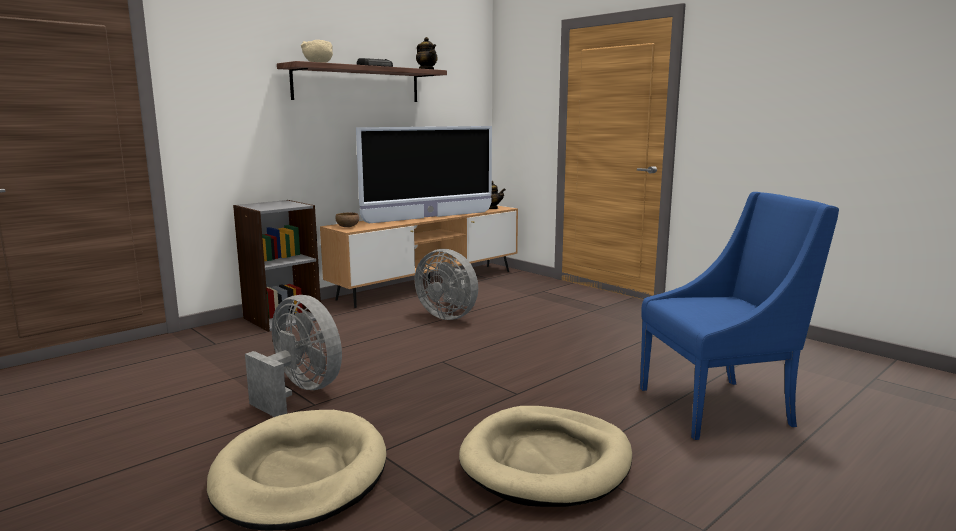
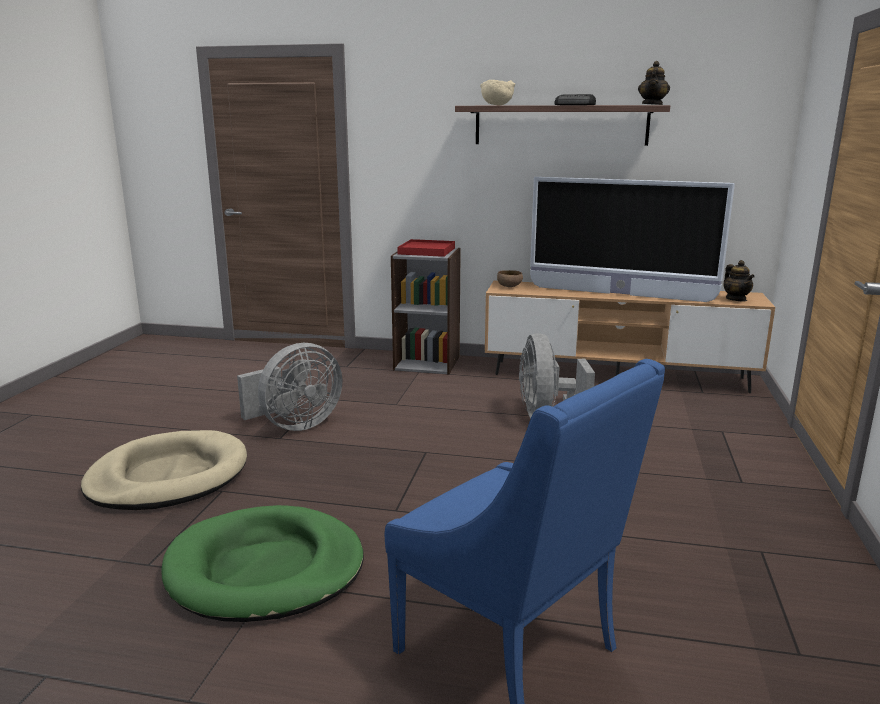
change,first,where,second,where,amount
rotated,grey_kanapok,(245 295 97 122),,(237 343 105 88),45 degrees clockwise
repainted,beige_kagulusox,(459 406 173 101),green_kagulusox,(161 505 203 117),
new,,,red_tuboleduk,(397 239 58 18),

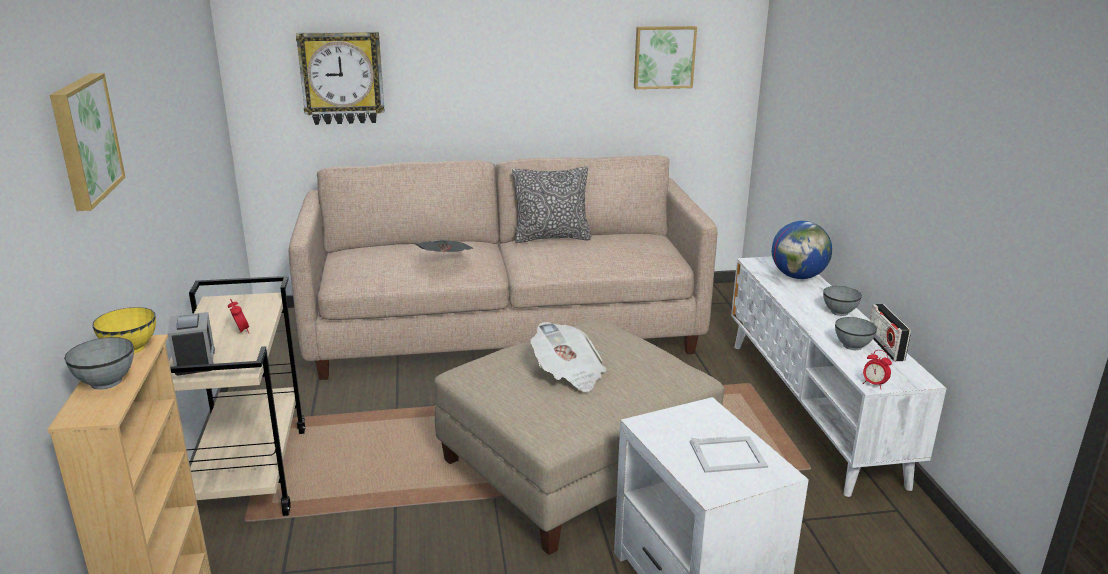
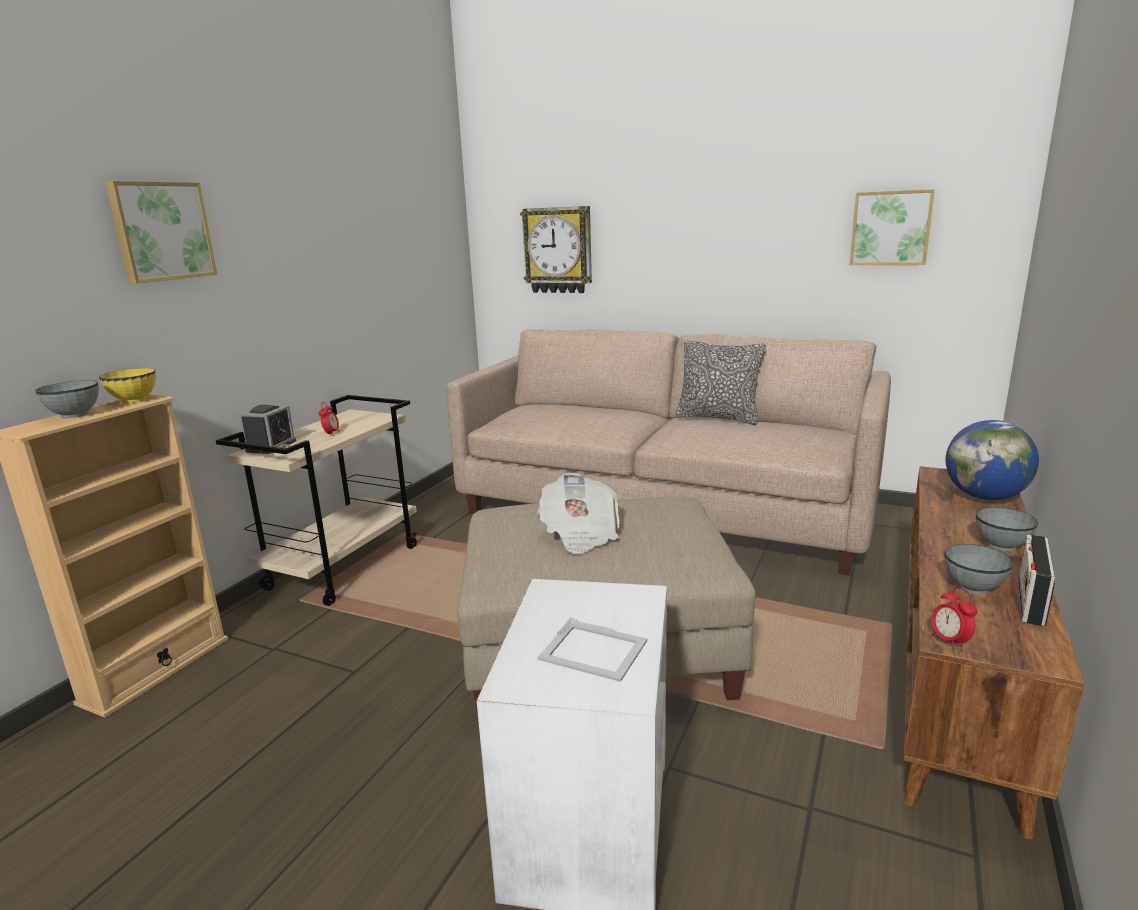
change,first,where,second,where,amount
gone,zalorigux,(415 240 58 12),,,
repainted,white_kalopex,(731 256 216 241),brown_kalopex,(903 466 181 373),

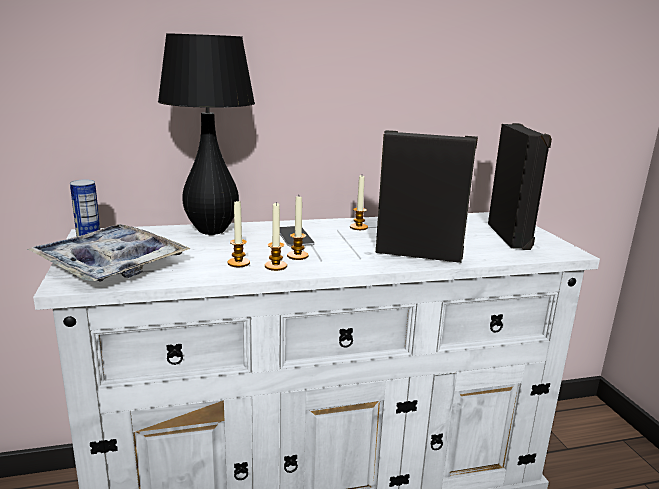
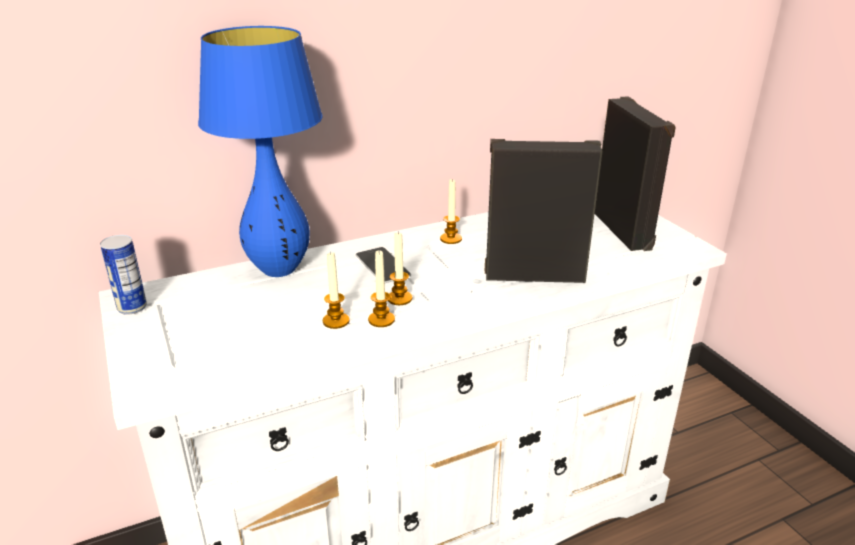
change,first,where,second,where,amount
gone,tuboleduk,(27 224 164 58),,,
repainted,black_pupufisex,(158 33 97 202),blue_pupufisex,(198 26 125 251),

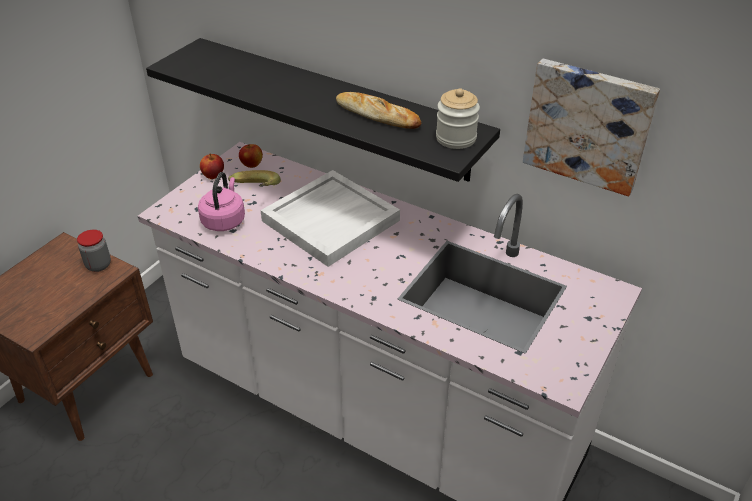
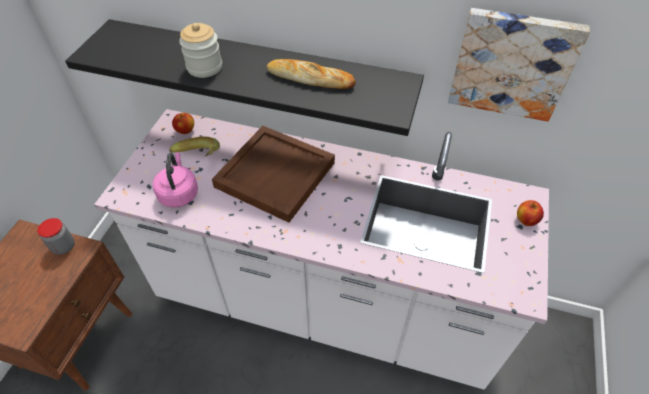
change,first,where,second,where,amount
shifted,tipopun,(200 153 24 26),,(517 200 27 26),
repainted,white_tuboleduk,(260 170 140 97),brown_tuboleduk,(212 126 123 97),
shifted,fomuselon,(436 88 44 61),,(179 23 43 55),

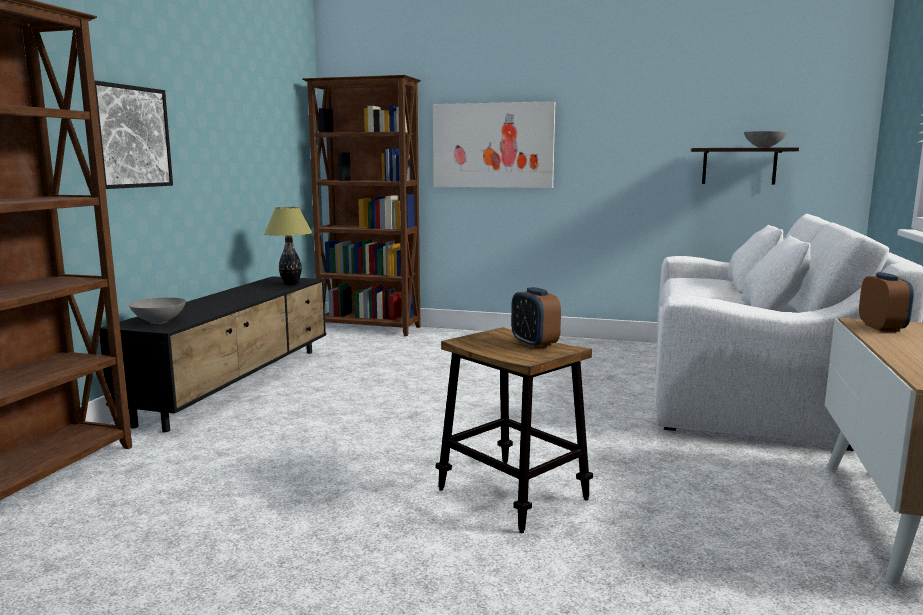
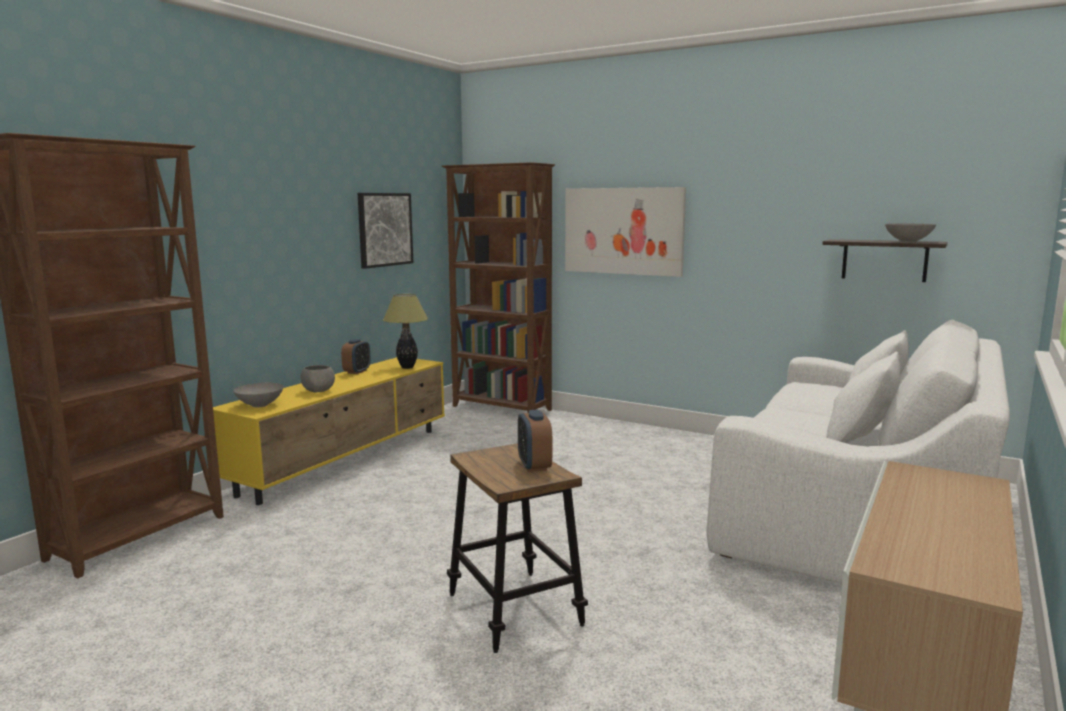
change,first,where,second,where,amount
shifted,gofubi,(94 80 79 109),,(358 193 55 76),
repainted,black_kalopex,(100 276 226 156),yellow_kalopex,(213 357 232 148),
shifted,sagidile,(859 273 55 59),,(341 339 30 35),
new,,,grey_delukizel,(301 365 34 27),

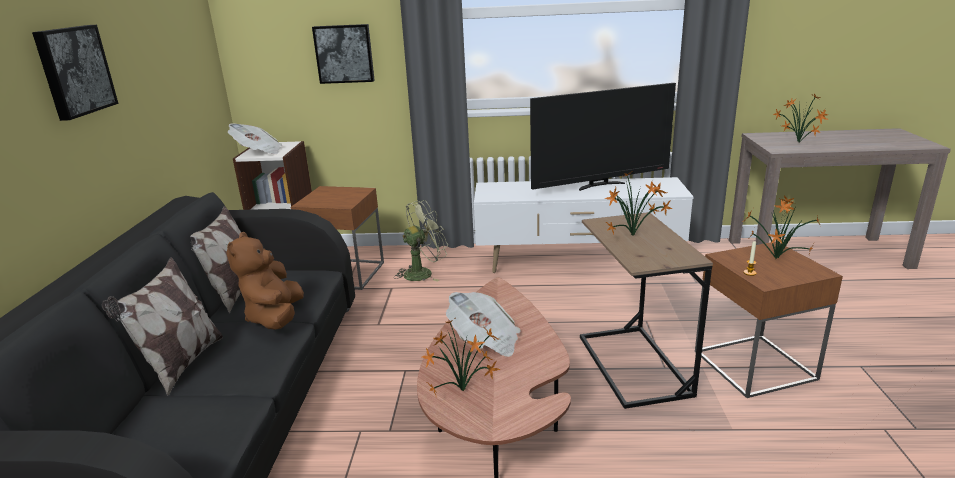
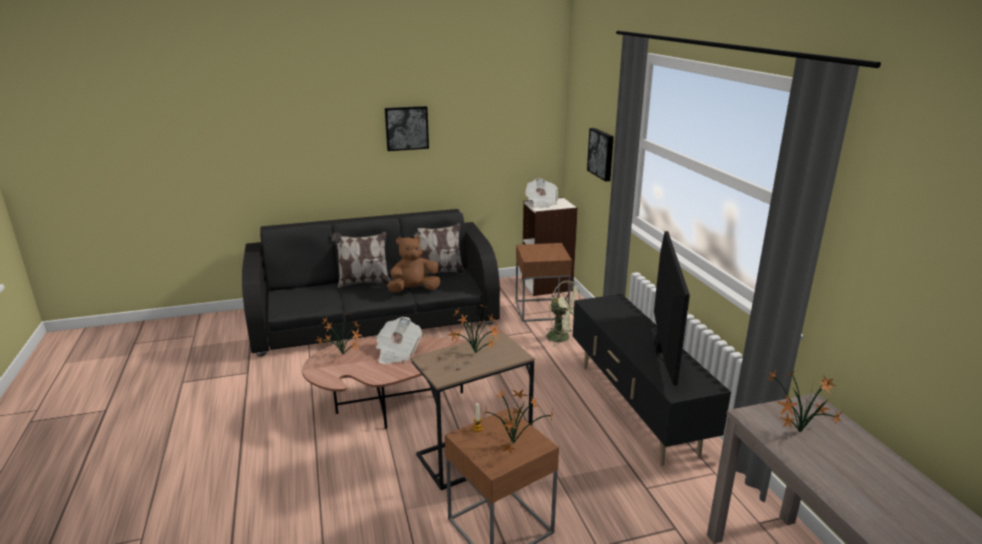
change,first,where,second,where,amount
repainted,white_kalopex,(474 177 220 96),black_kalopex,(573 294 158 172),
rotated,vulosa,(530 83 146 108),,(654 231 36 155),135 degrees counterclockwise

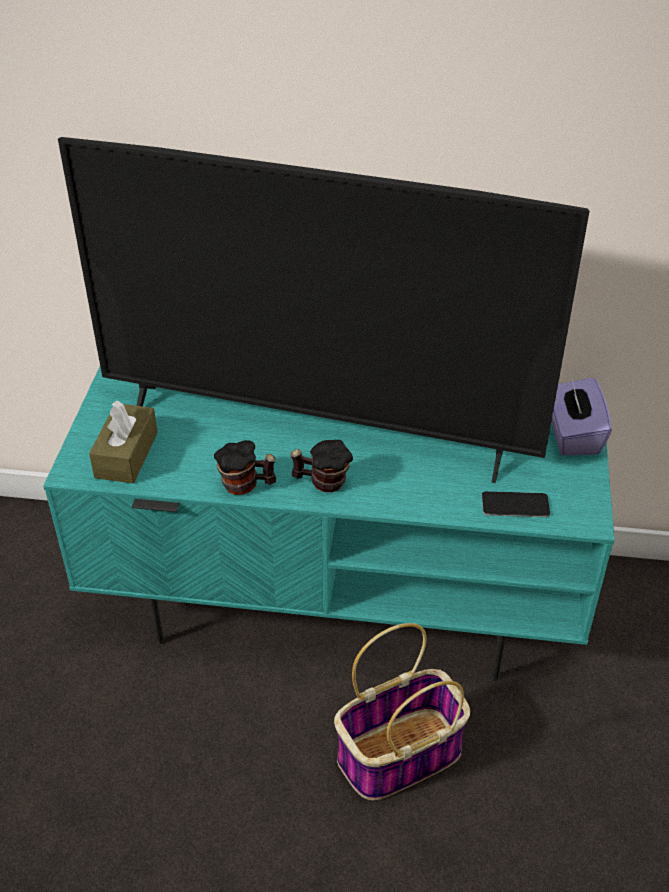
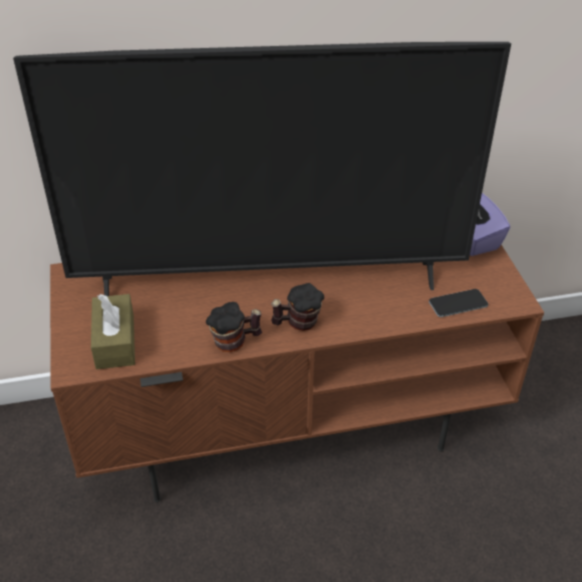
change,first,where,second,where,amount
repainted,turquoise_kalopex,(43 367 571 314),brown_kalopex,(50 245 494 257),
gone,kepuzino,(334 623 136 177),,,

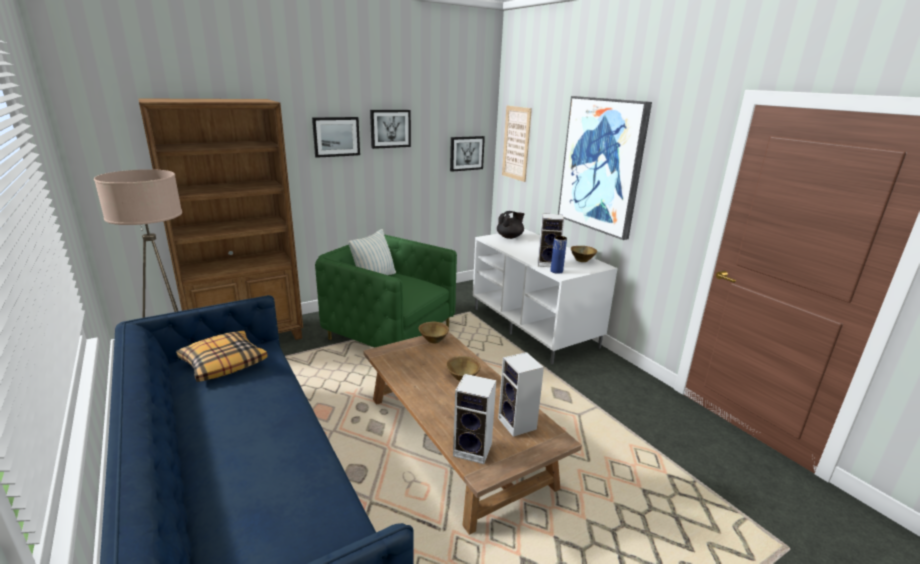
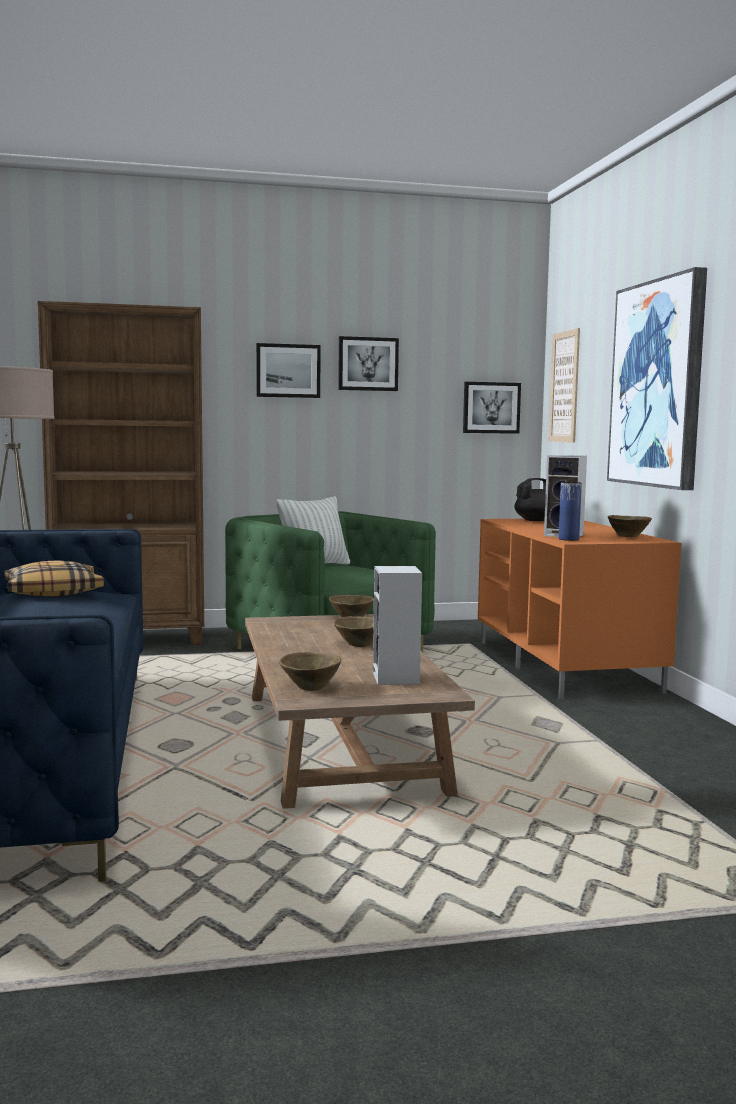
change,first,where,second,where,amount
swapped,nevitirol,(453 374 43 90),brown_delukizel,(279 652 62 39),
repainted,white_kalopex,(473 229 145 135),orange_kalopex,(478 519 203 180),

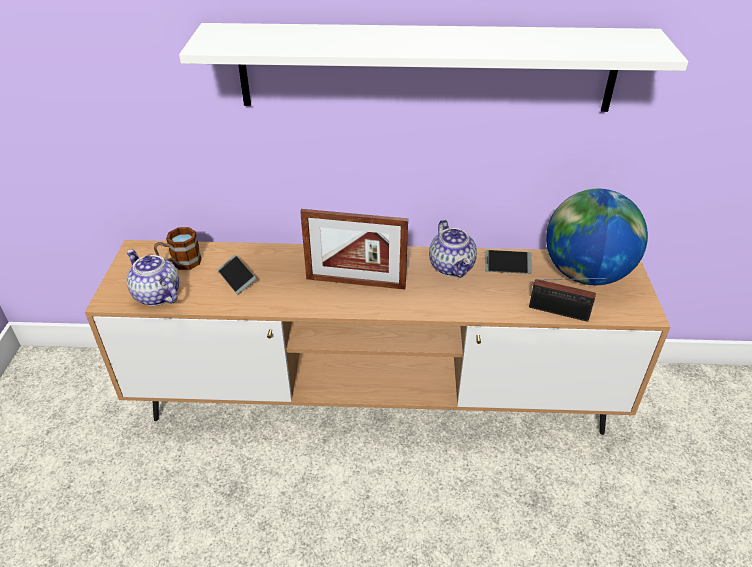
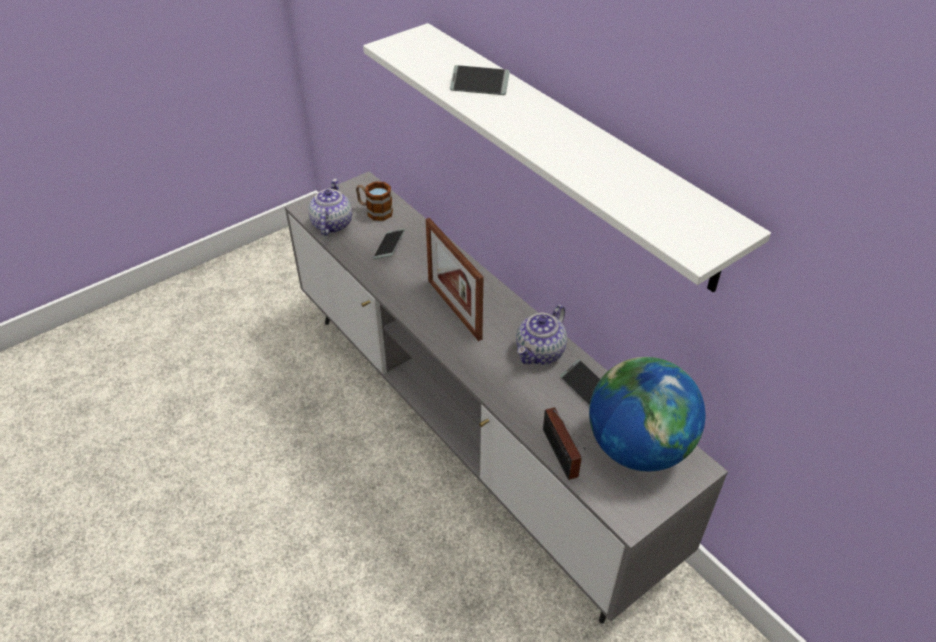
change,first,where,second,where,amount
repainted,brown_kalopex,(85 240 586 195),grey_kalopex,(285 171 443 452),
new,,,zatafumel,(450 65 60 30),

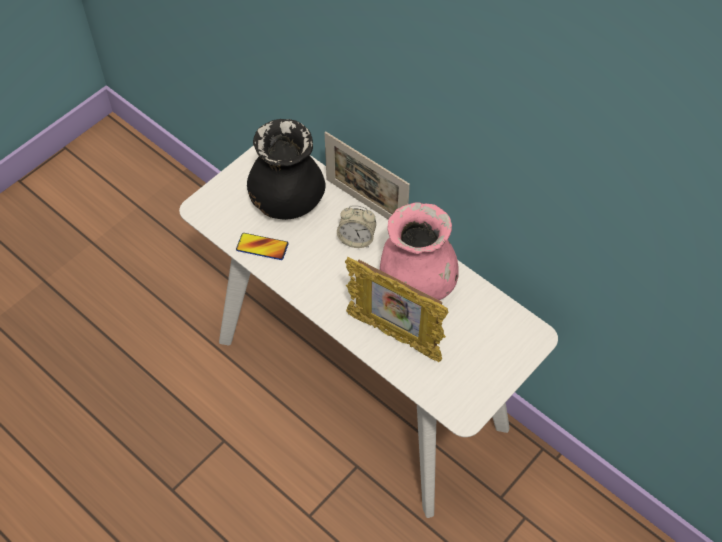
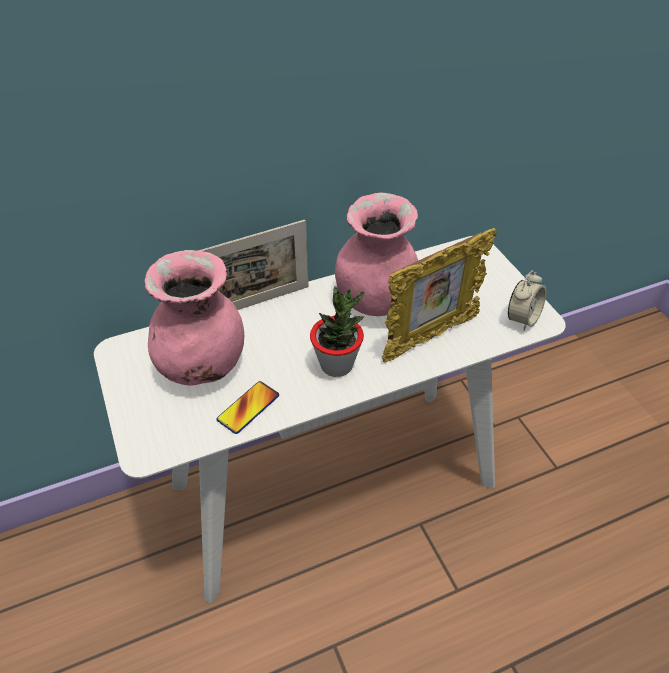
change,first,where,second,where,amount
repainted,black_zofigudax,(247 119 78 101),pink_zofigudax,(145 250 99 136),
shifted,sagidile,(337 206 39 42),,(508 270 38 61),
new,,,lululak,(310 286 54 91),

